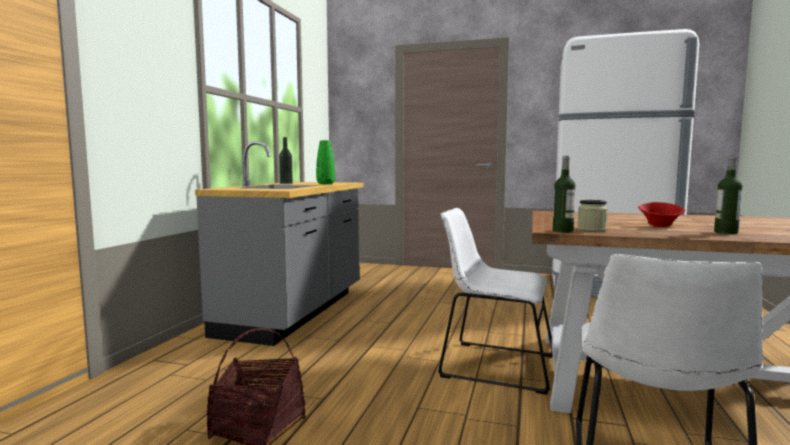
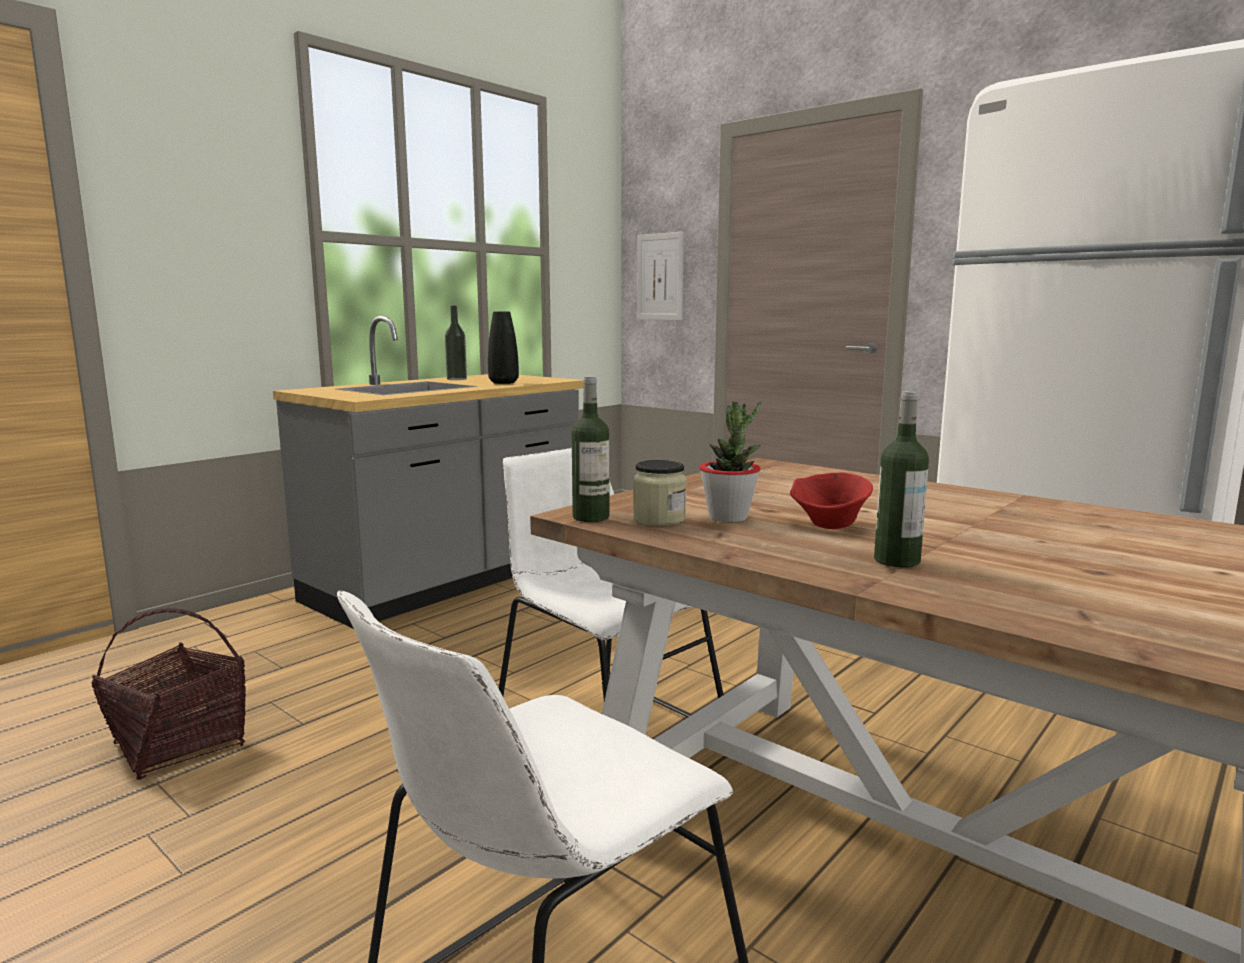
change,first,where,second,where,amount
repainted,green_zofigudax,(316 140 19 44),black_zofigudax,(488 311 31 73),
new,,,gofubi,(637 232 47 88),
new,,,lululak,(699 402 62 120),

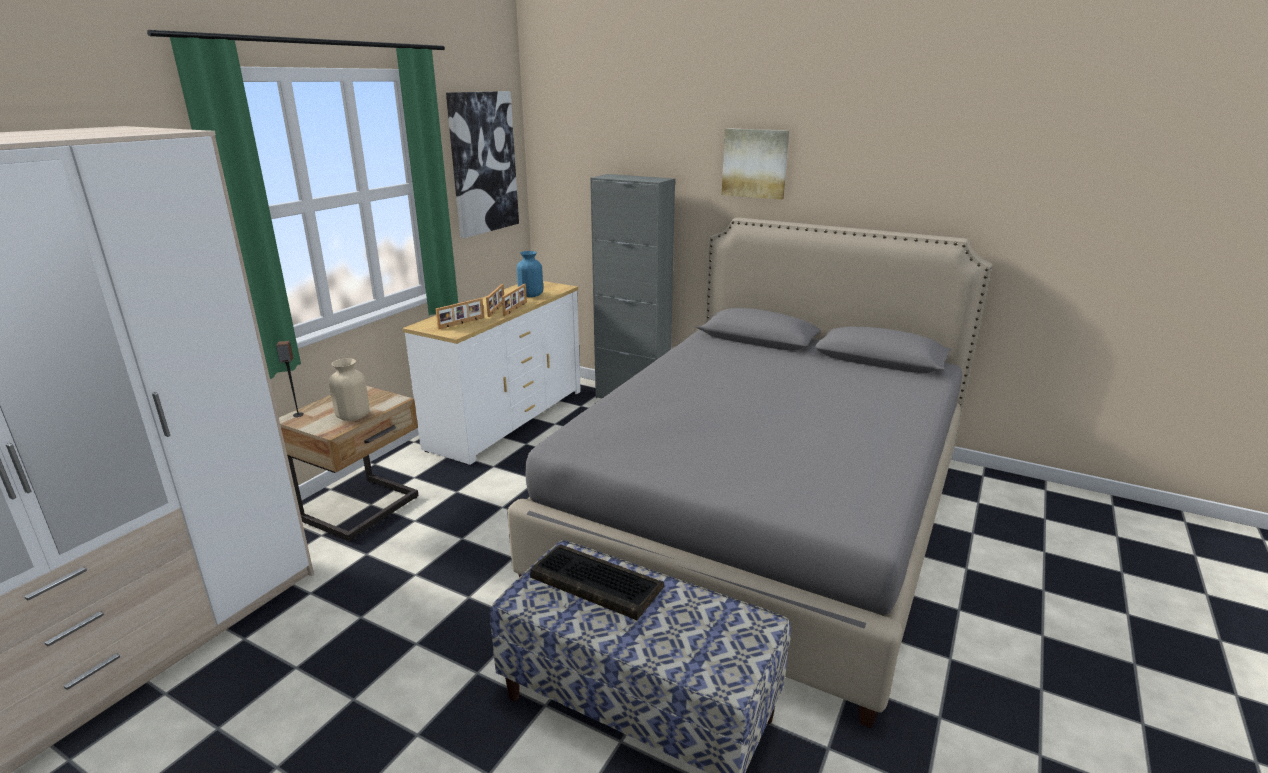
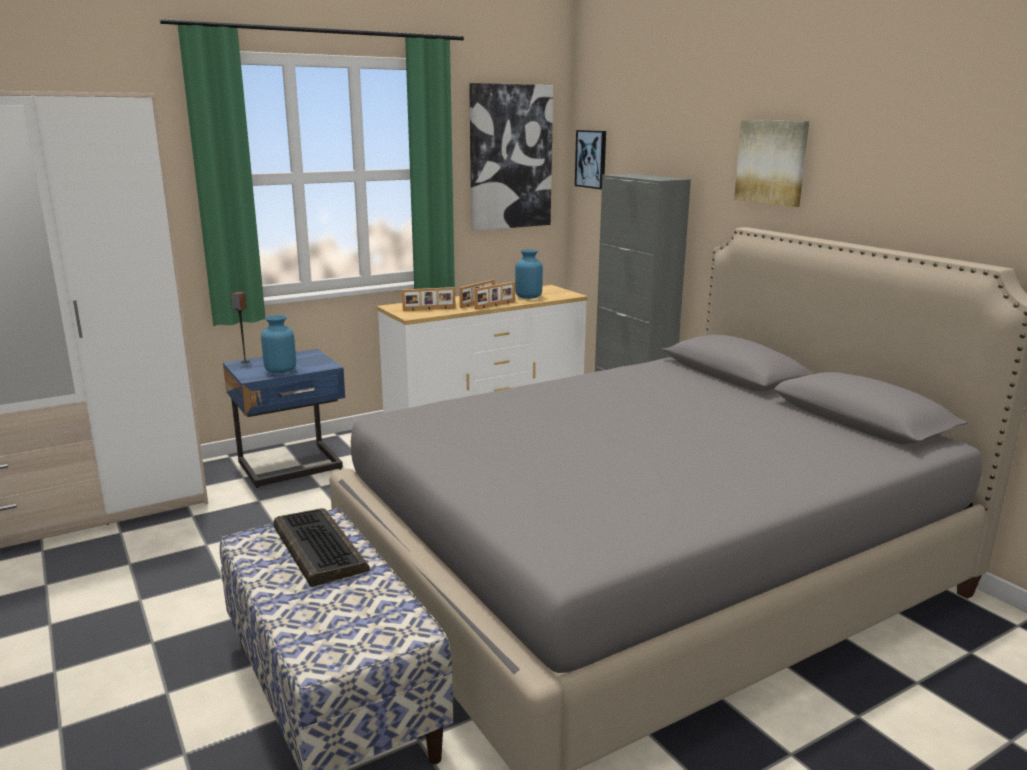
change,first,where,second,where,amount
repainted,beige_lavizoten,(279 386 140 156),blue_lavizoten,(223 349 122 139),
repainted,beige_zofigudax,(329 358 41 63),blue_zofigudax,(261 315 35 58),
new,,,gofubi,(575 130 31 59),

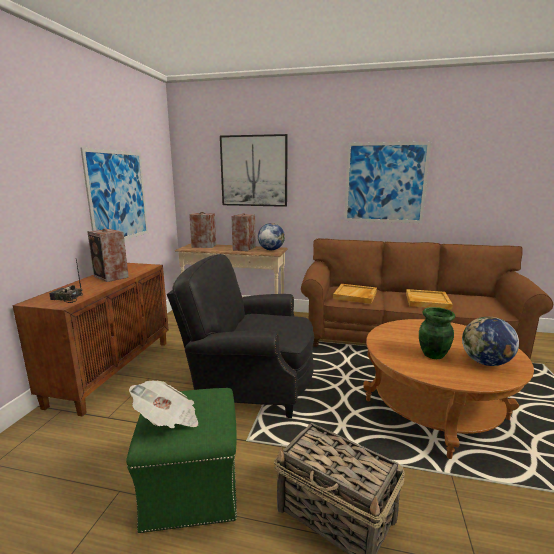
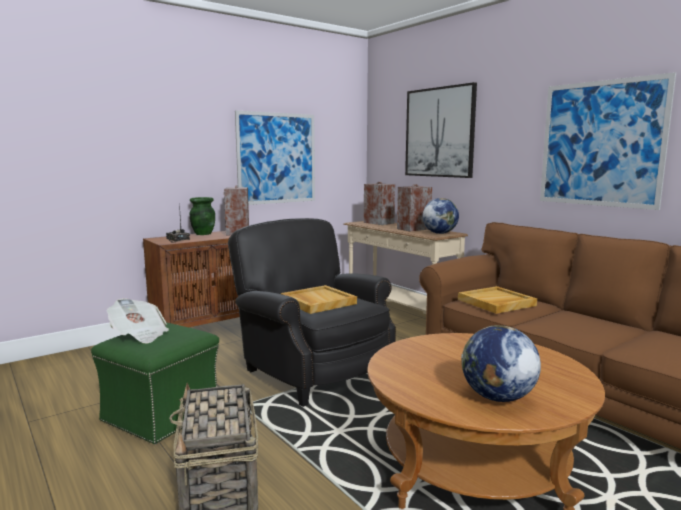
change,first,where,second,where,amount
shifted,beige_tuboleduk,(406 289 47 21),,(281 285 76 29),
shifted,green_zofigudax,(419 307 36 52),,(190 197 25 38),

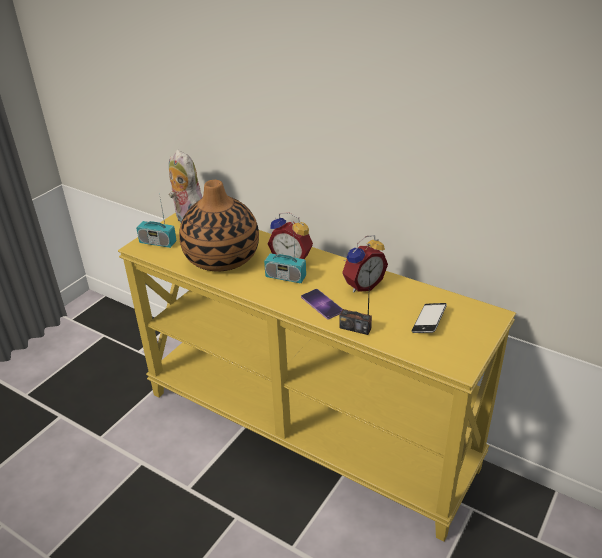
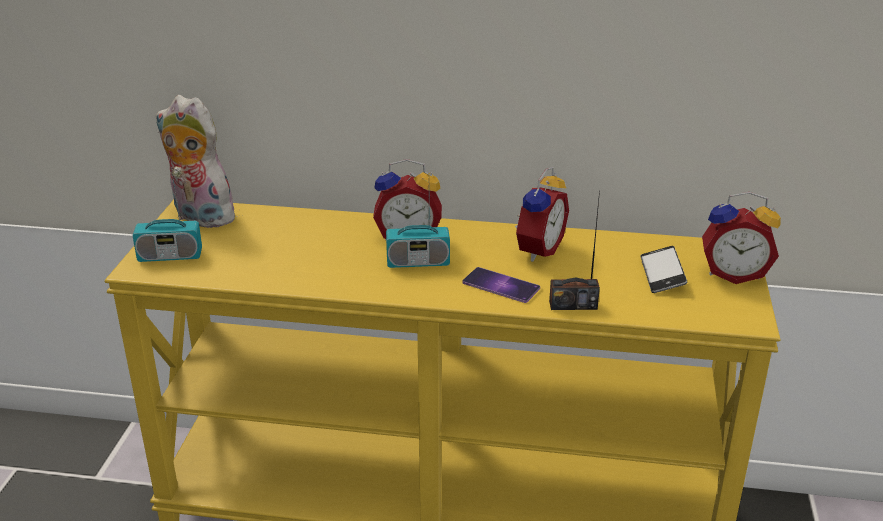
change,first,where,second,where,amount
gone,zofigudax,(179 180 80 91),,,
new,,,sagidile,(702 192 79 92),

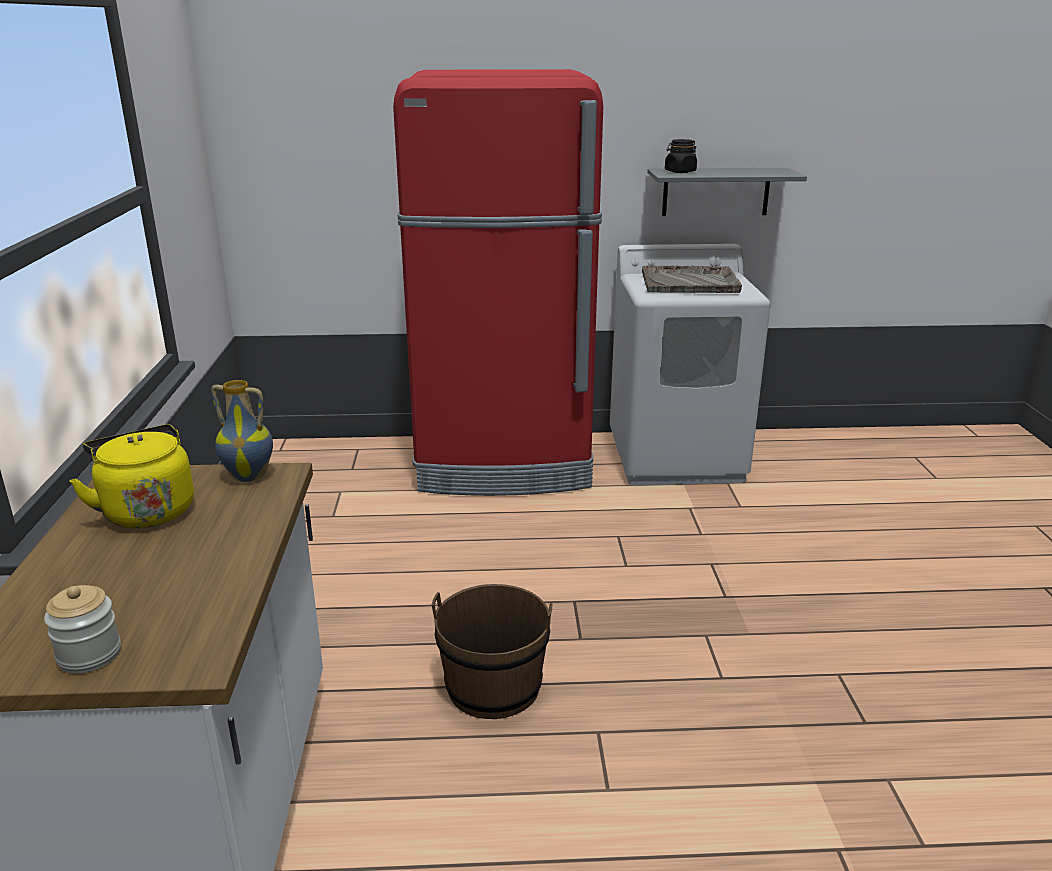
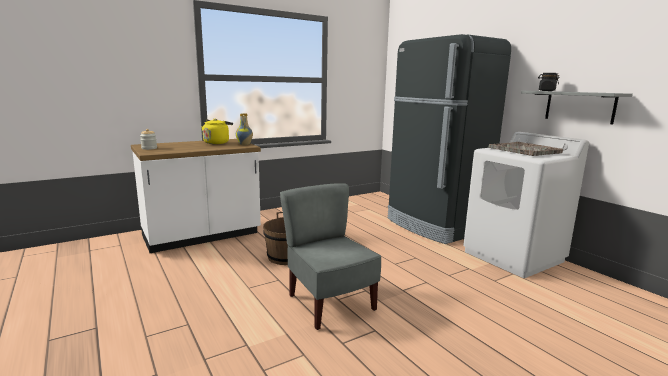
change,first,where,second,where,amount
repainted,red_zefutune,(393 69 210 427),black_zefutune,(387 34 124 210),
new,,,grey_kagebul,(280 183 101 147),

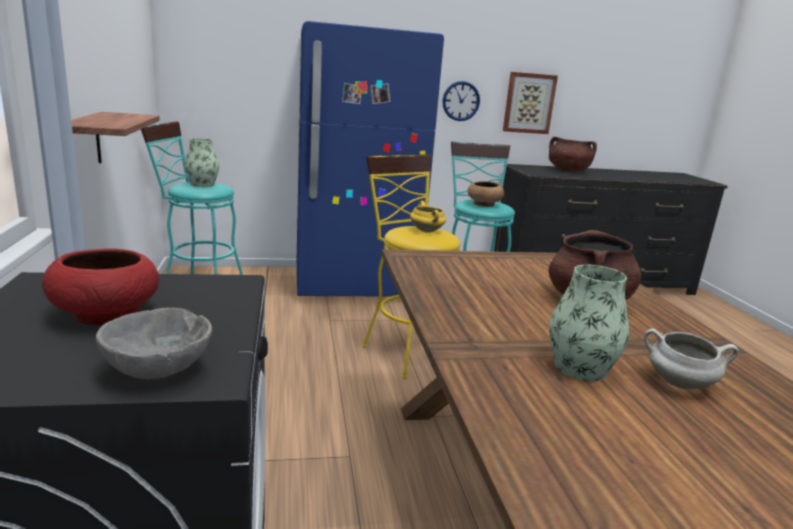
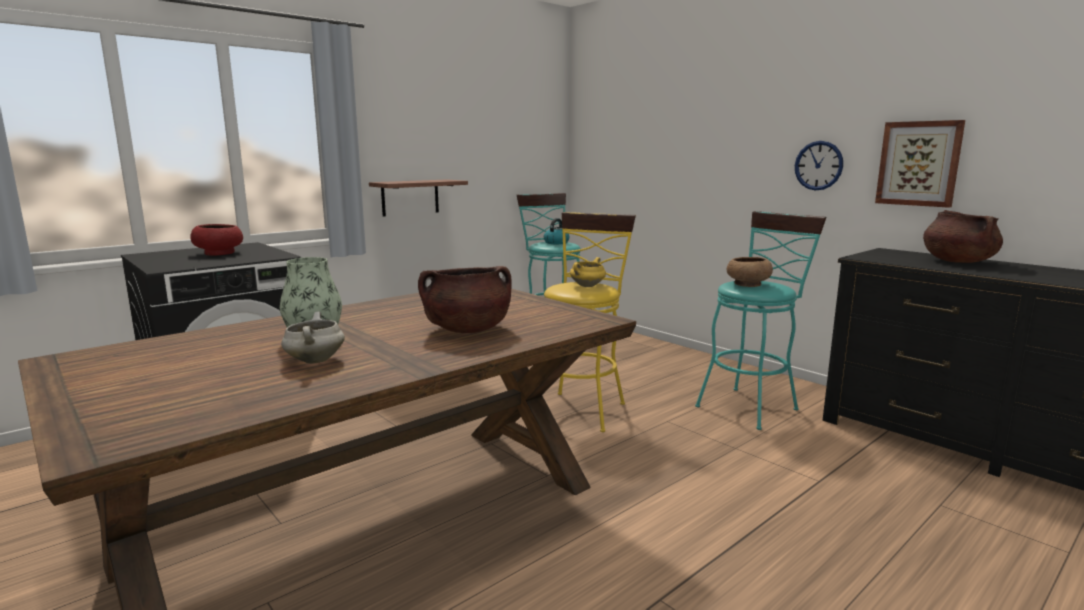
change,first,where,second,where,amount
gone,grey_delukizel,(96 308 116 71),,,
swapped,zofigudax,(185 138 34 49),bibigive,(544 218 25 26),
gone,blue_zefutune,(297 21 147 275),,,

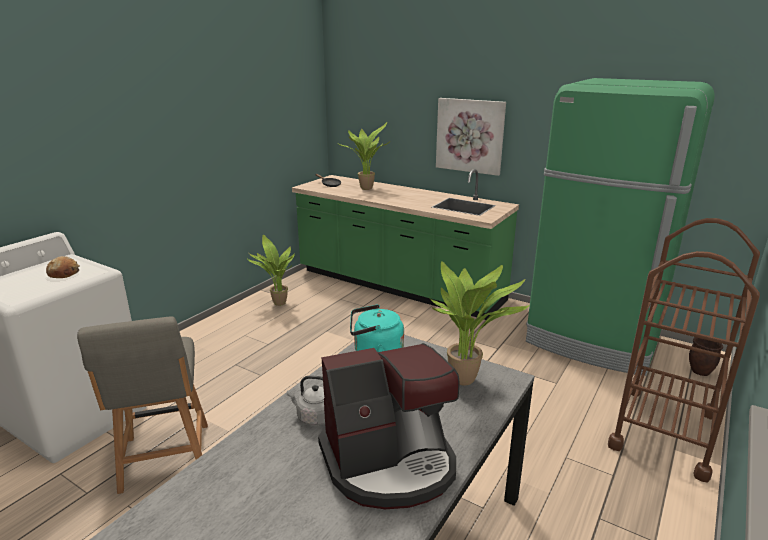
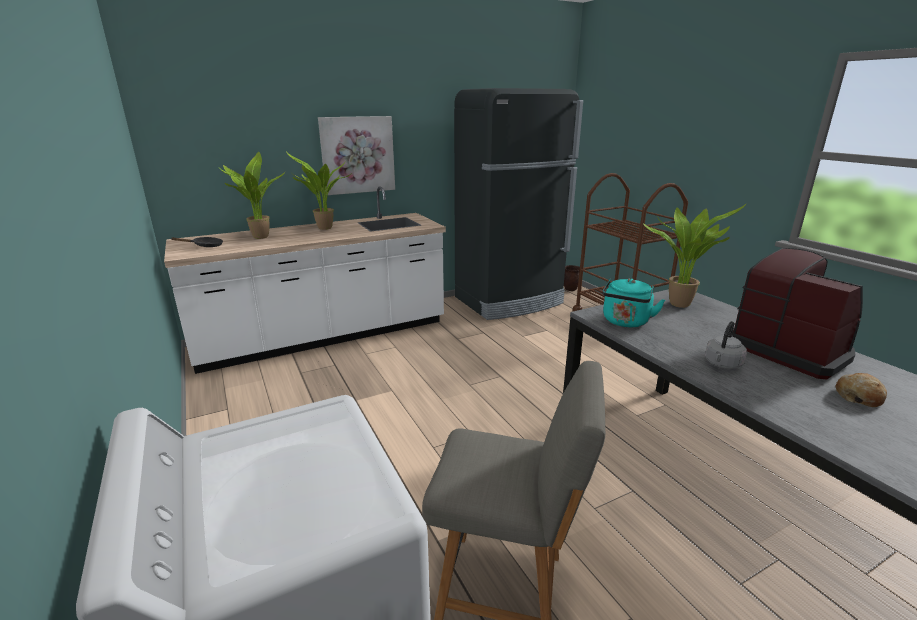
change,first,where,second,where,amount
shifted,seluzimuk,(46 256 34 22),,(835 373 52 34),
shifted,lululak,(247 235 48 71),,(286 152 66 78),
repainted,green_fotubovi,(292 169 227 151),white_fotubovi,(164 186 282 188),
rotated,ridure,(318 343 142 166),,(732 248 131 131),45 degrees counterclockwise
repainted,green_zefutune,(526 78 189 298),black_zefutune,(454 88 129 232),

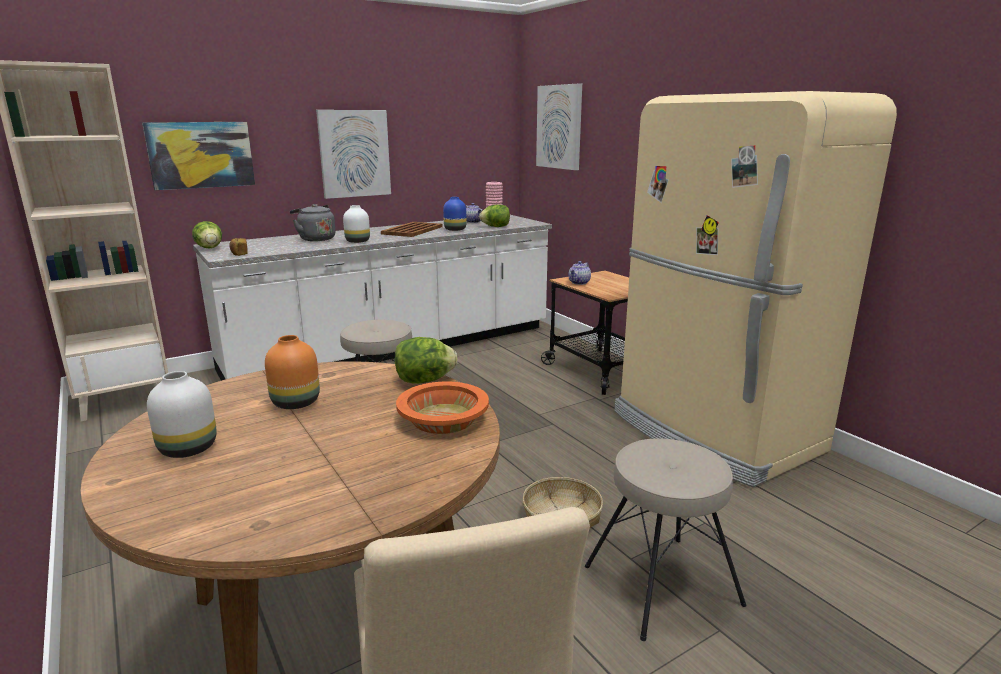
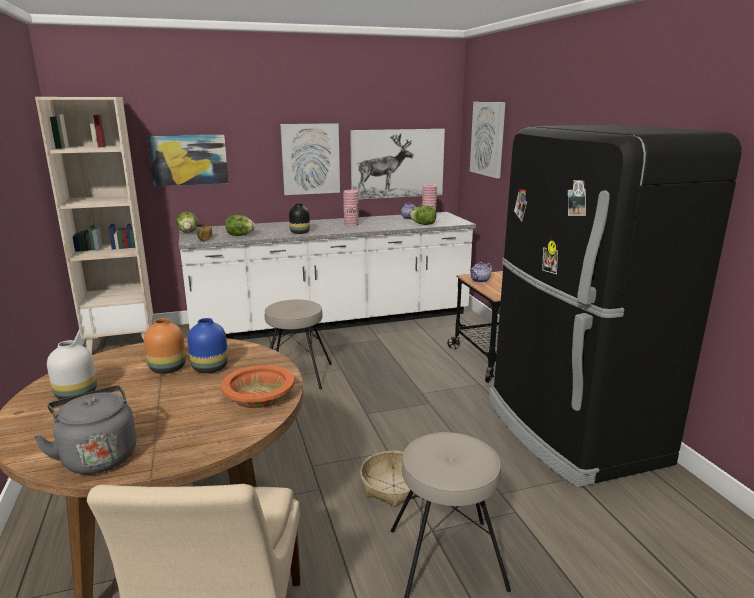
change,first,where,second,where,amount
shifted,grey_bibigive,(290 204 45 37),,(34 385 103 89),
repainted,white_zofigudax,(343 205 27 38),black_zofigudax,(289 203 21 31),
swapped,brown_tuboleduk,(381 222 61 15),pink_zofigudax,(343 190 16 36),
shifted,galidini,(395 337 63 47),,(225 215 30 21),
shifted,blue_zofigudax,(443 197 23 34),,(188 318 40 55),
repainted,beige_zefutune,(614 91 283 396),black_zefutune,(489 125 252 362),
new,,,gofubi,(350 129 95 70),

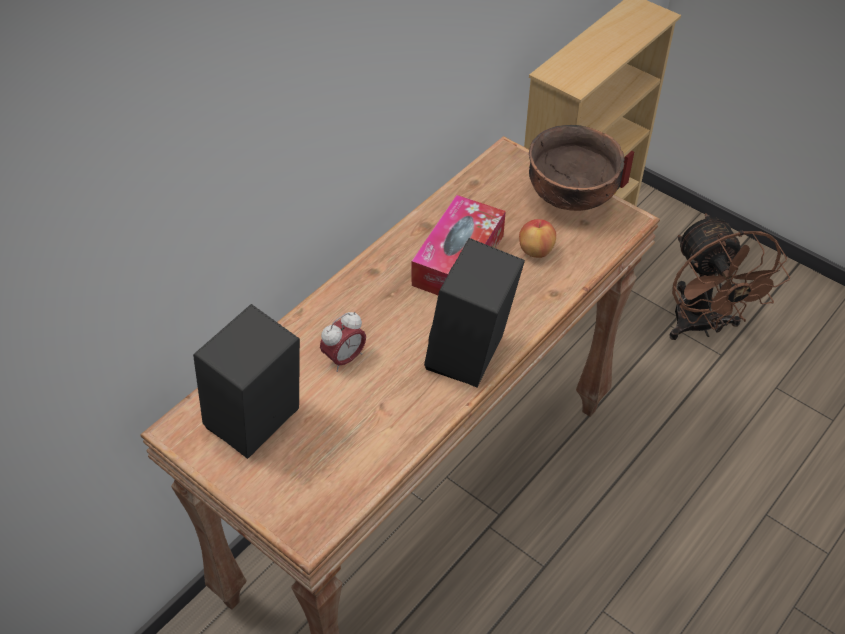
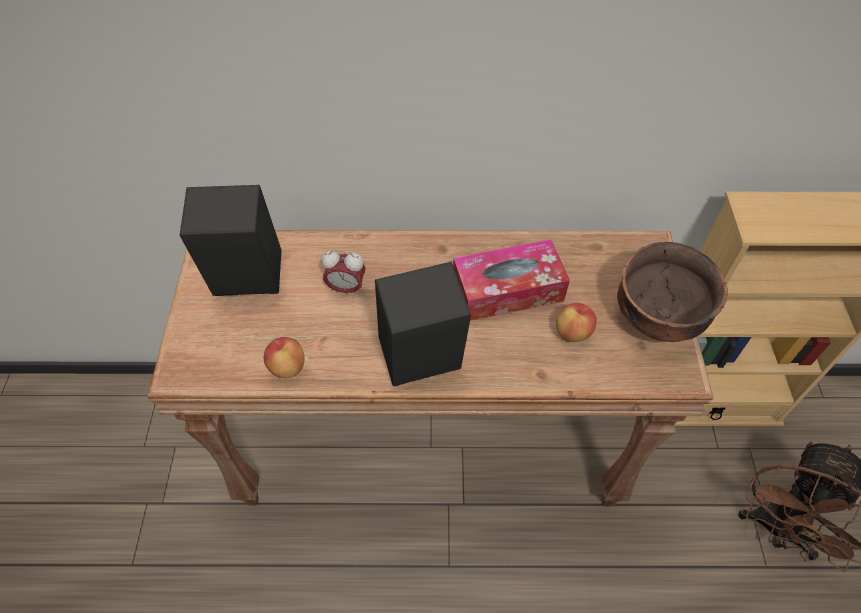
change,first,where,second,where,amount
new,,,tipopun,(264 337 41 41),

